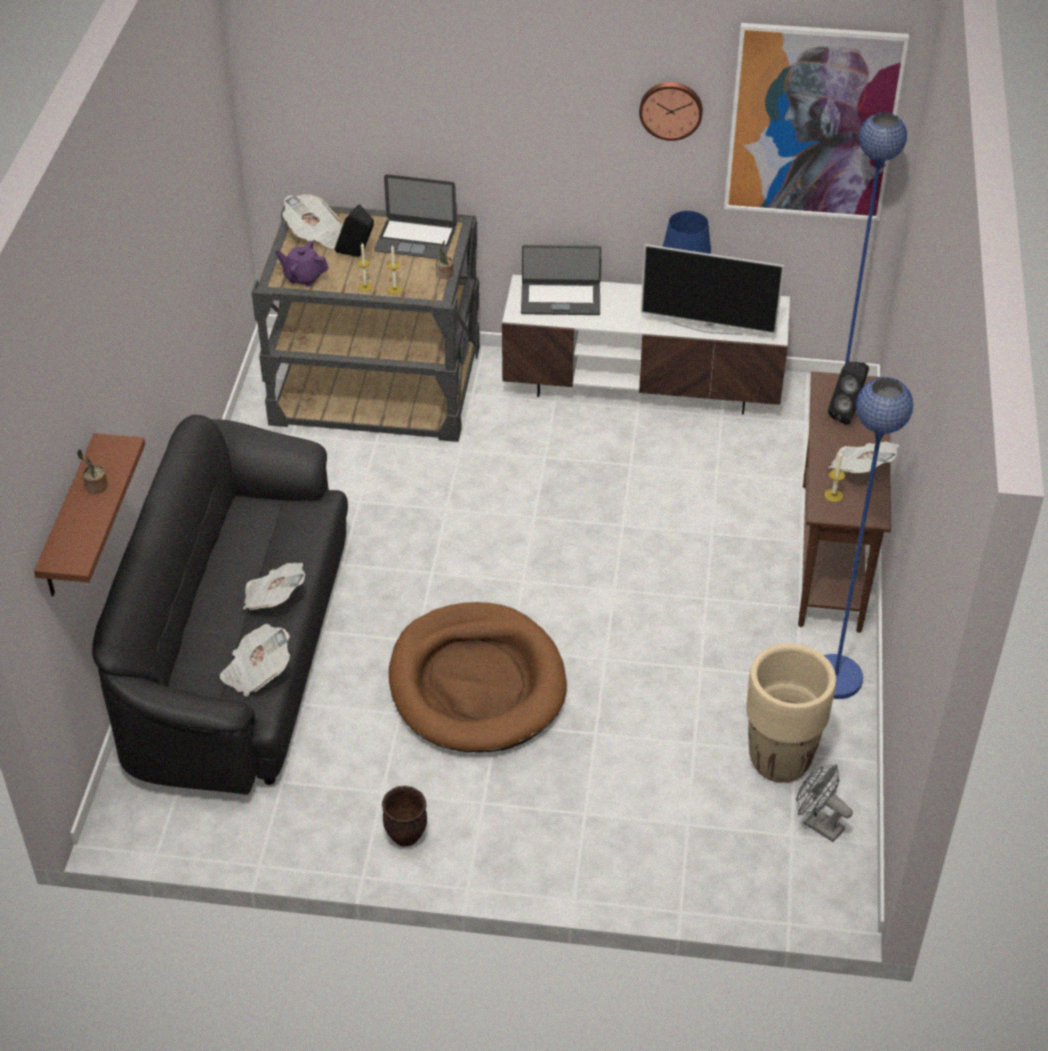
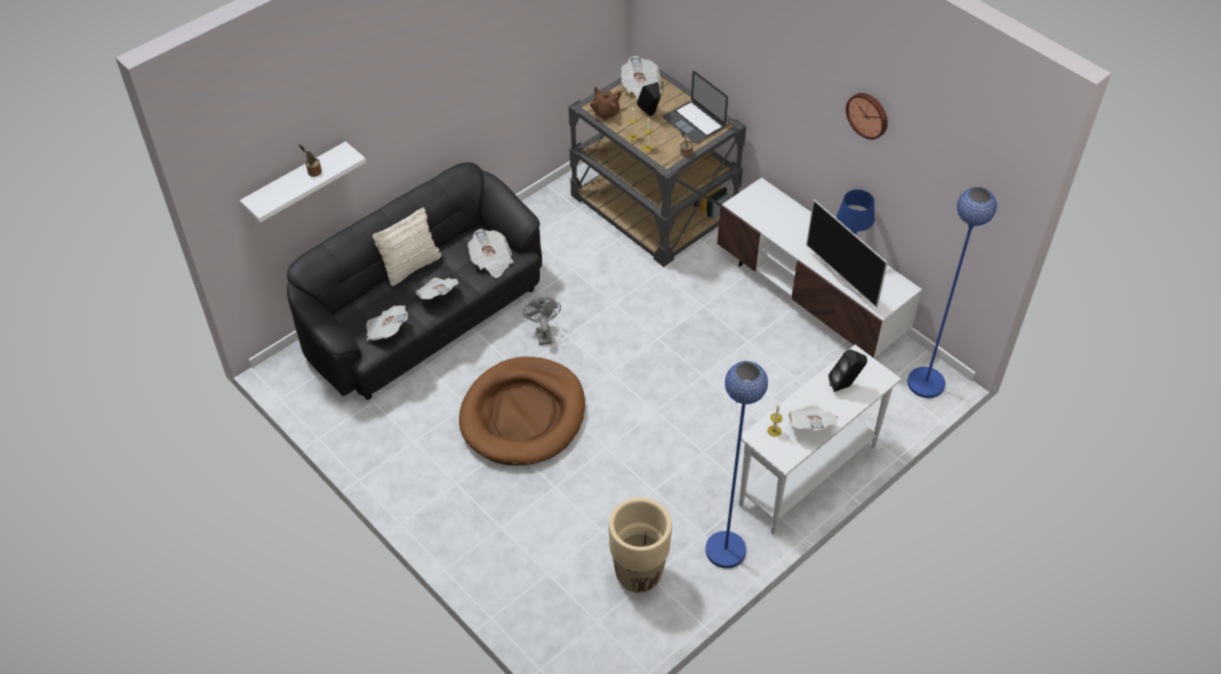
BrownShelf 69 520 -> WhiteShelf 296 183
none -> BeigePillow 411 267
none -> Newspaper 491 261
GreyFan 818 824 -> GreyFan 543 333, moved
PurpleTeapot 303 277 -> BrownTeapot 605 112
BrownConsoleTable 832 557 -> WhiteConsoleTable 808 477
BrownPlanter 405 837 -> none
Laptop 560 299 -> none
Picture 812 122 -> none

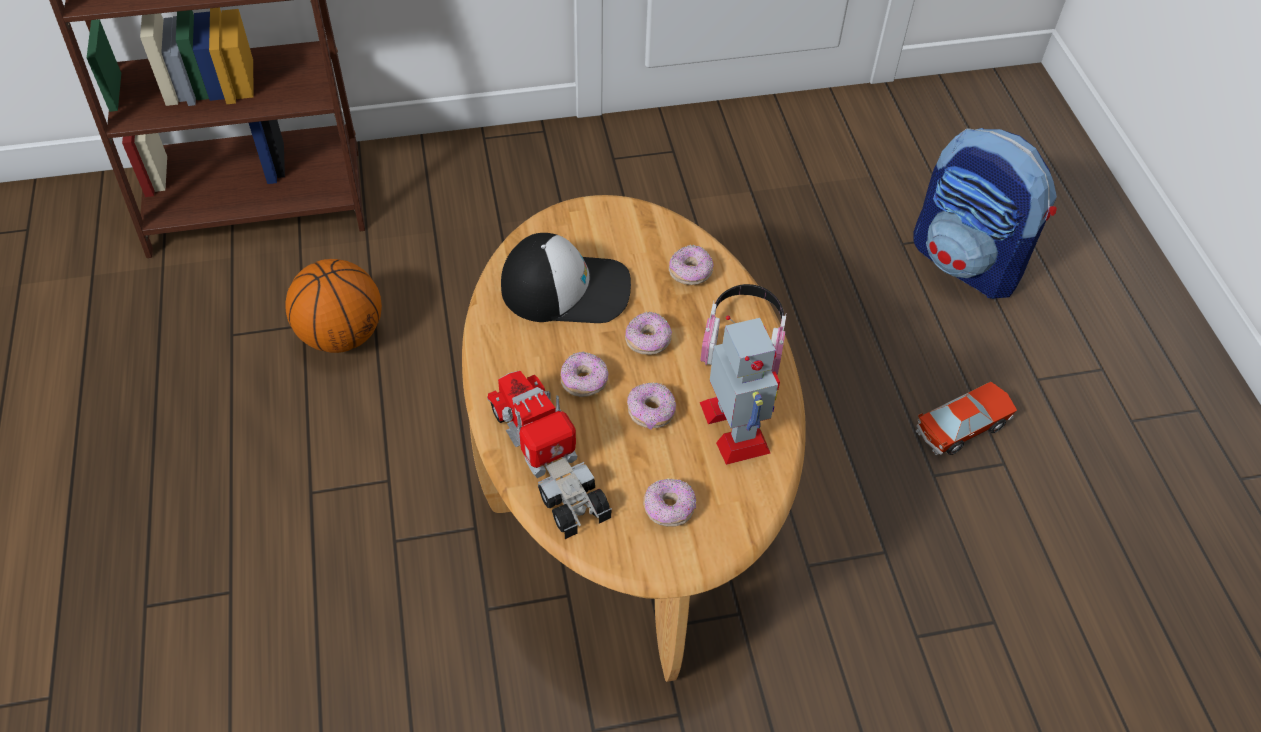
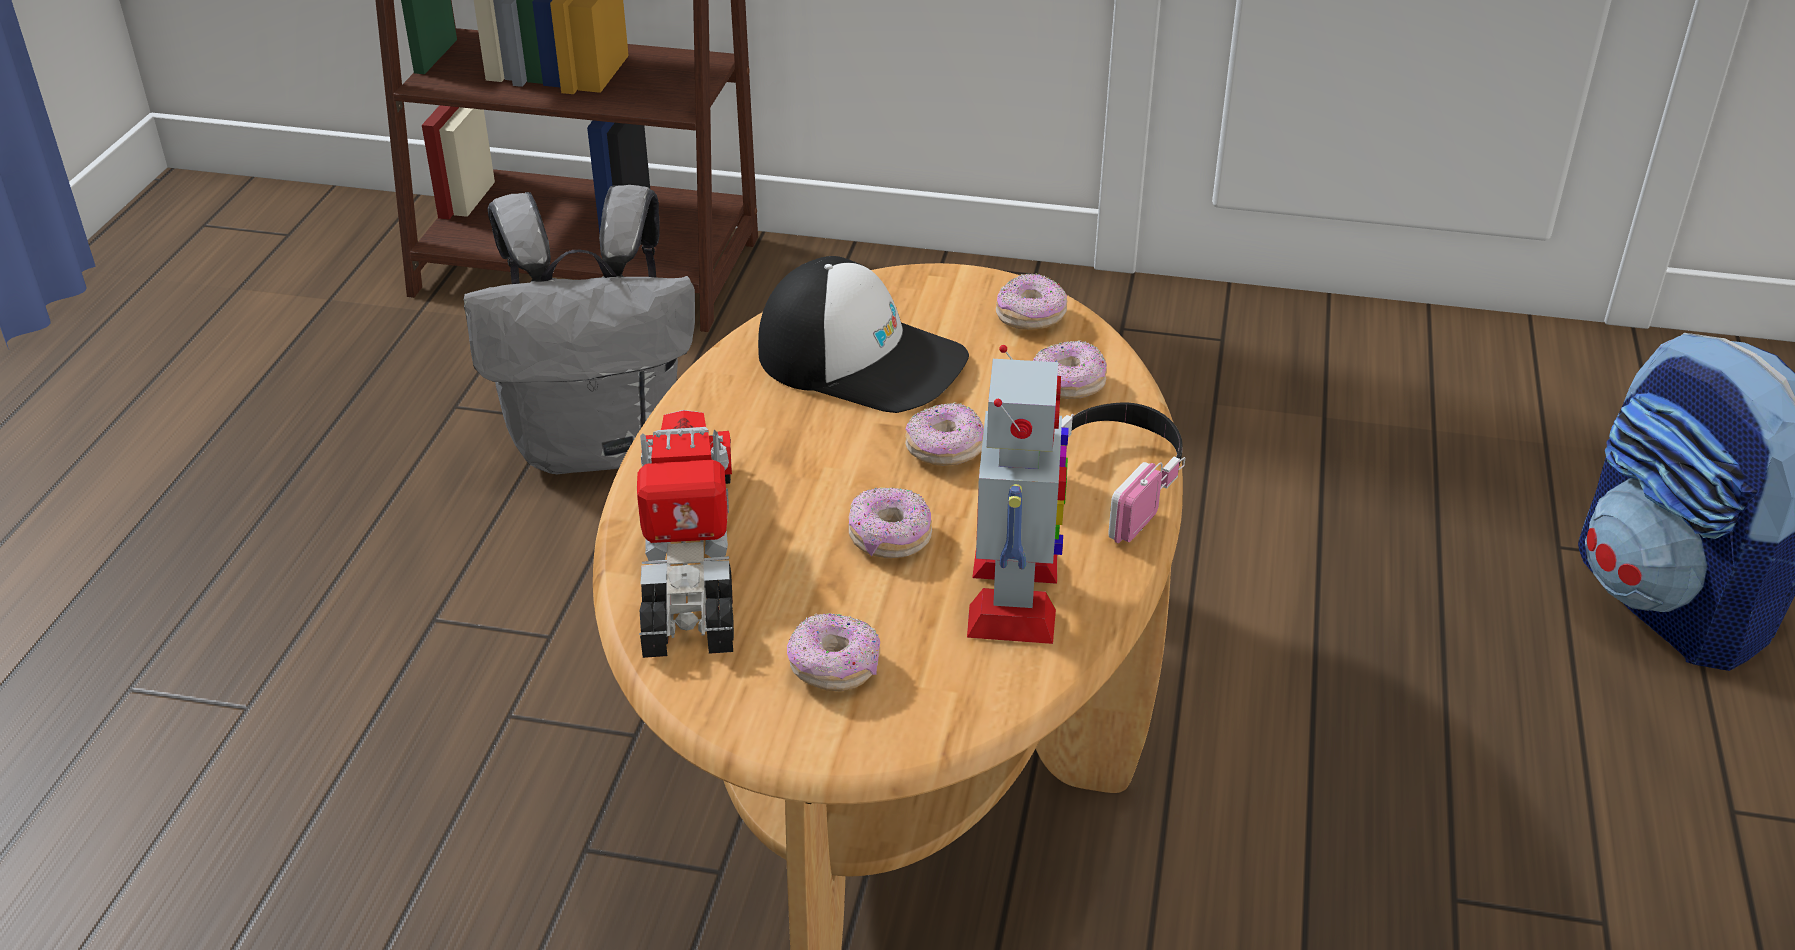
Basketball 342 335 -> GreyBackpack 599 443
Donut 584 381 -> Donut 1031 318, moved
ToyCar 962 426 -> none

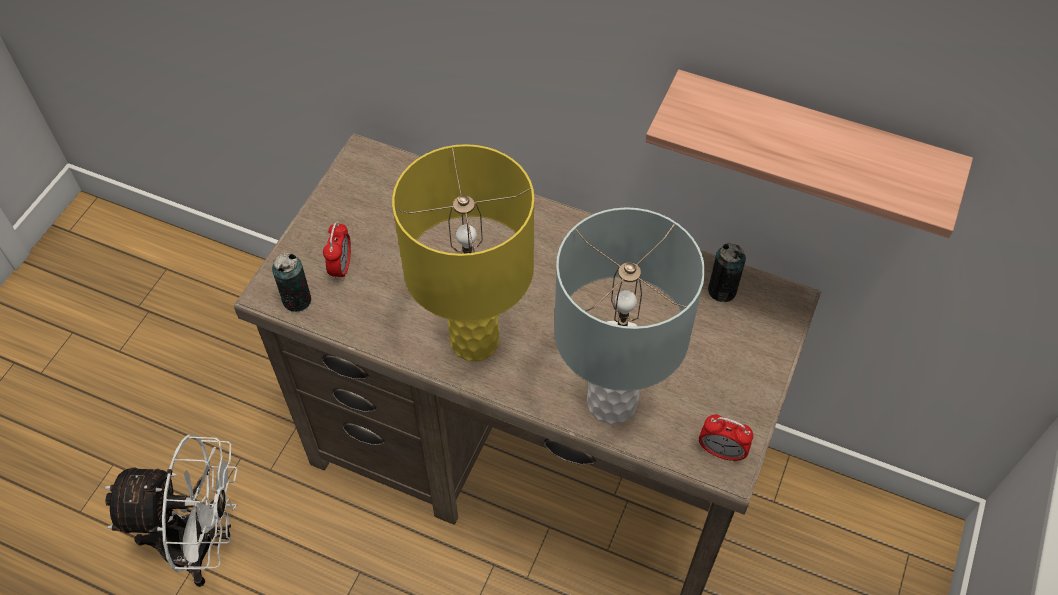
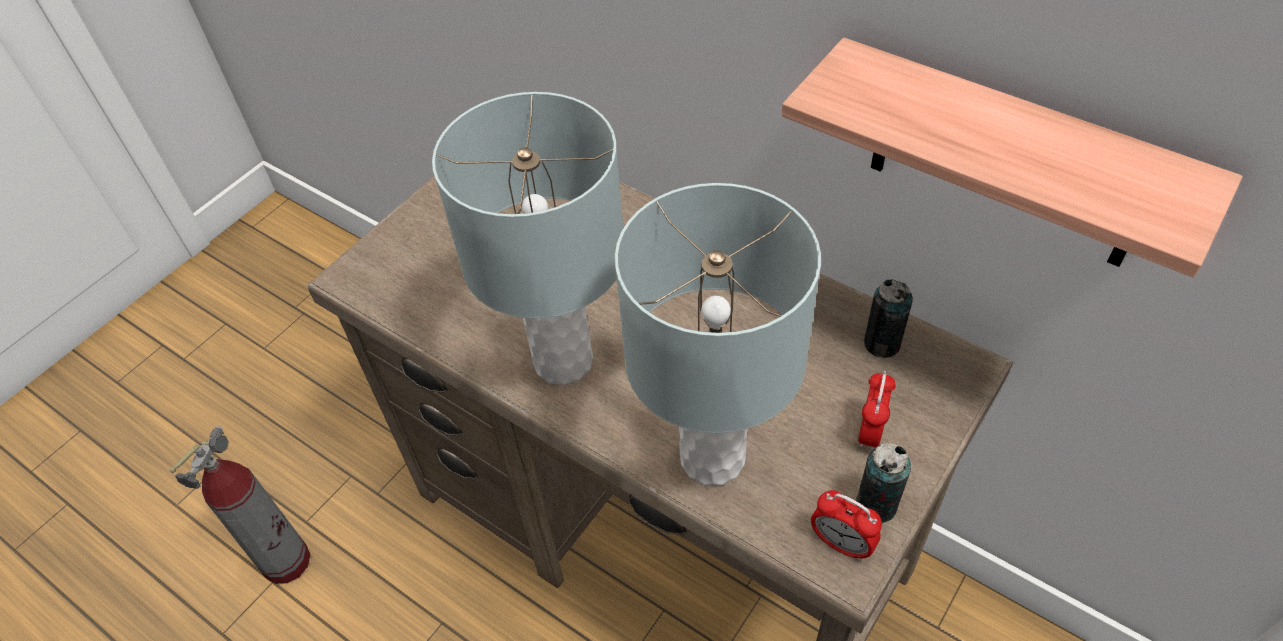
WhiteFan 202 544 -> FireExtinguisher 286 561
YellowTableLamp 474 340 -> GreyTableLamp 563 360
Can 297 300 -> Can 876 505, moved
AlarmClock 341 267 -> AlarmClock 870 432, moved

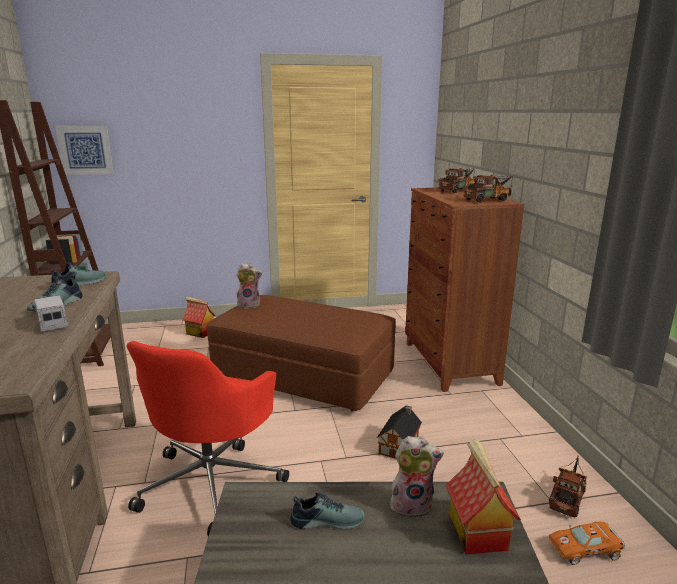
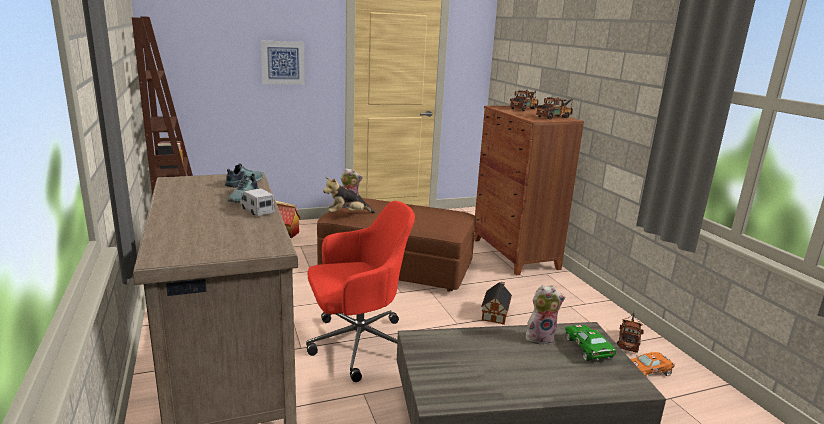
Picture 85 150 -> Picture 283 62, moved
RedOfficeChair 212 482 -> RedOfficeChair 358 345, 120 degrees counterclockwise
none -> PlushToy 347 214
ToyHouse 476 531 -> GreenToyCar 588 349
Shoe 327 519 -> none

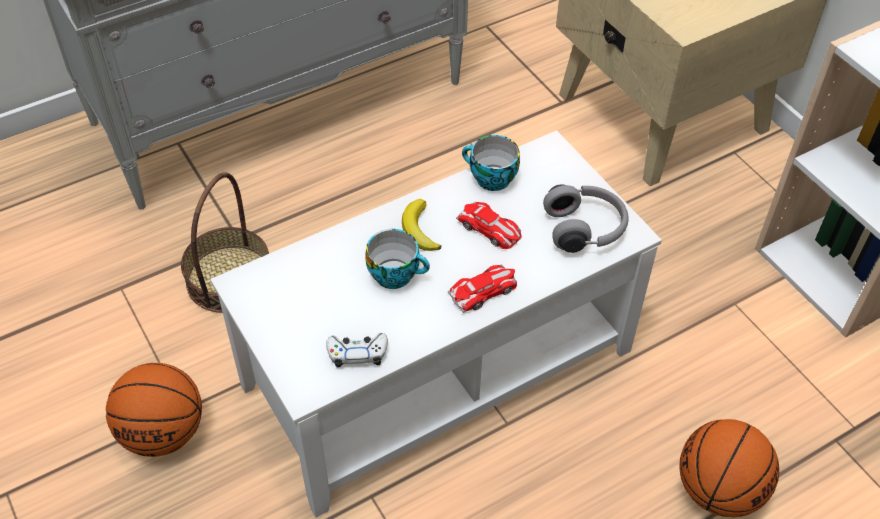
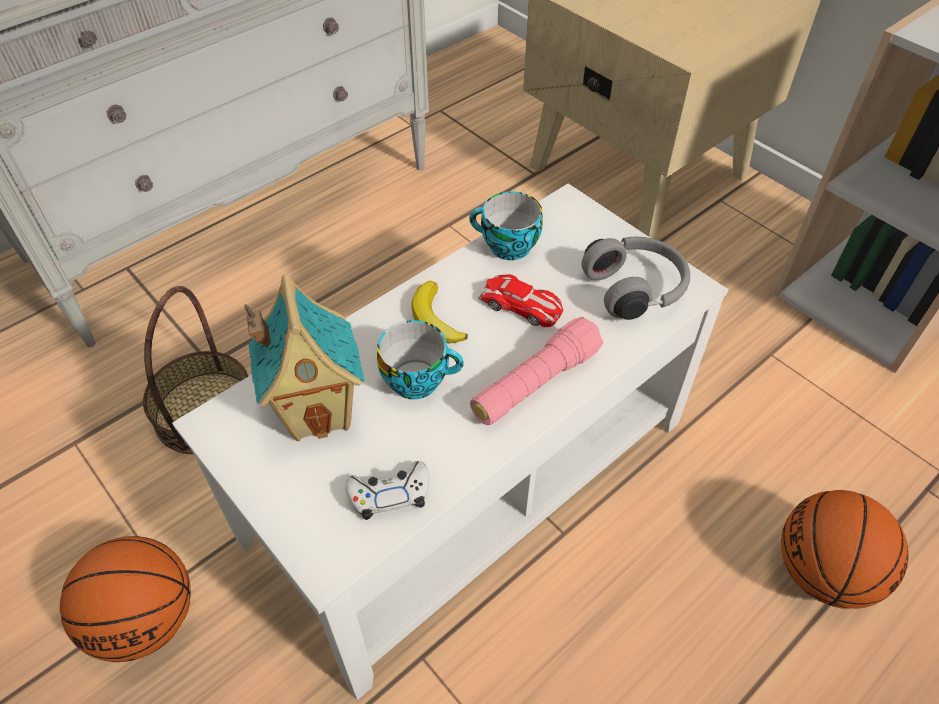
none -> ToyHouse 319 411
ToyCar 484 291 -> PinkFlashlight 535 383

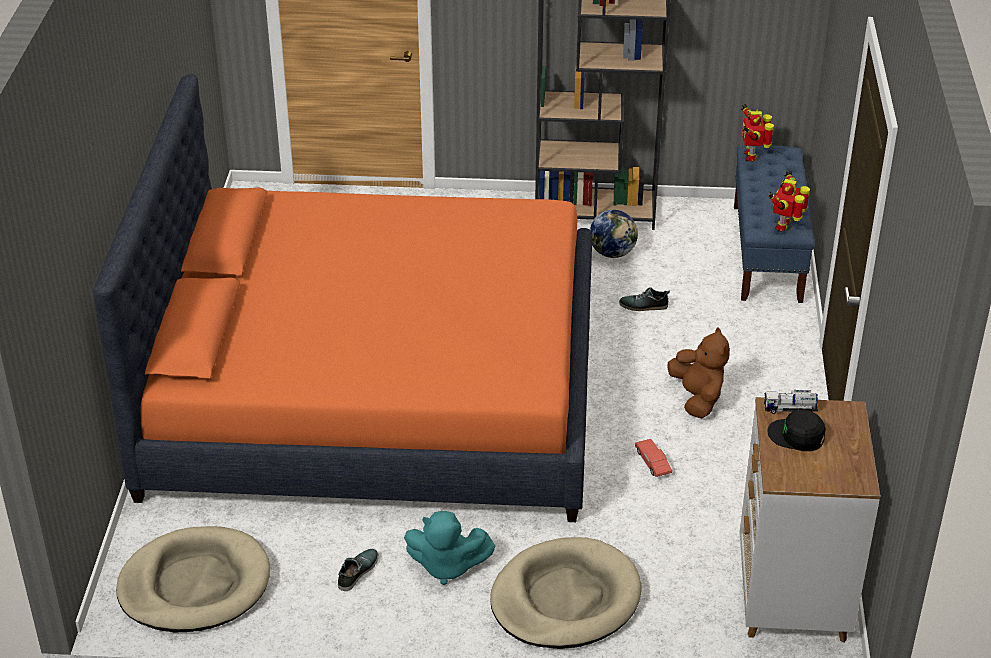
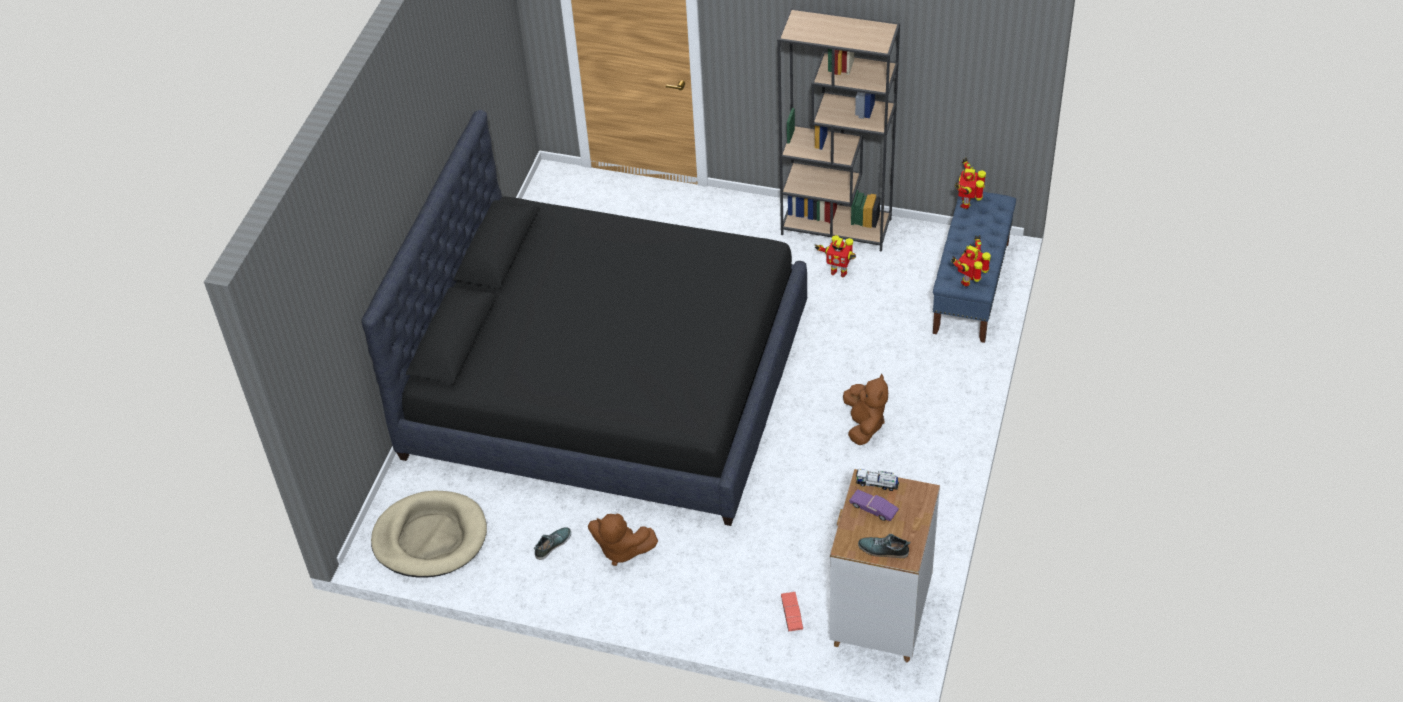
OrangeBed 374 389 -> BlackBed 606 381
TurquoisePlushToy 447 566 -> BrownPlushToy 621 549
RedToyCar 653 463 -> RedToyCar 792 615, moved
Globe 612 253 -> ToyRobot 838 271
BlackCap 797 436 -> PurpleToyCar 873 509
Shoe 643 306 -> Shoe 883 550, moved
BeigeDogBed 565 599 -> none

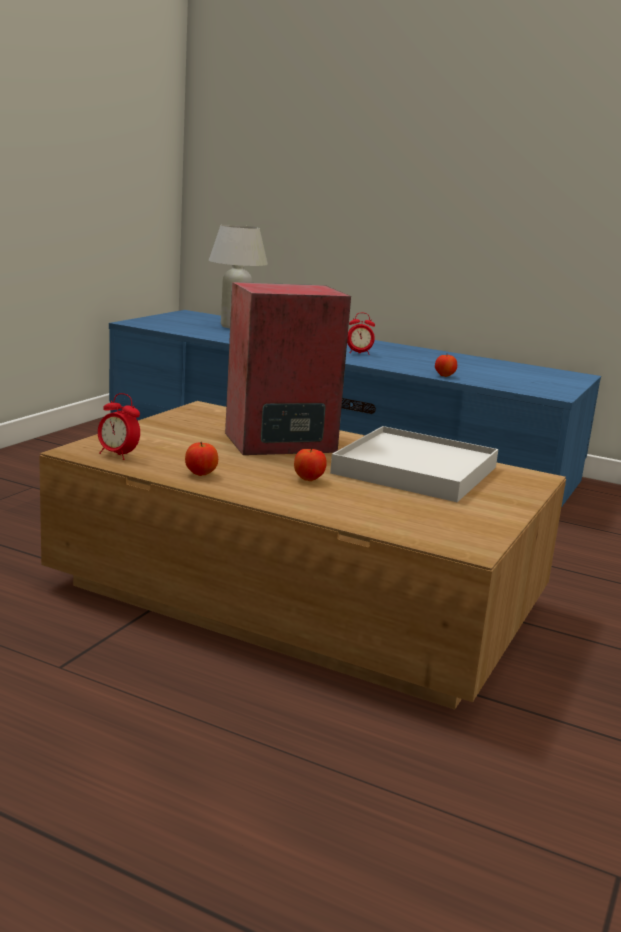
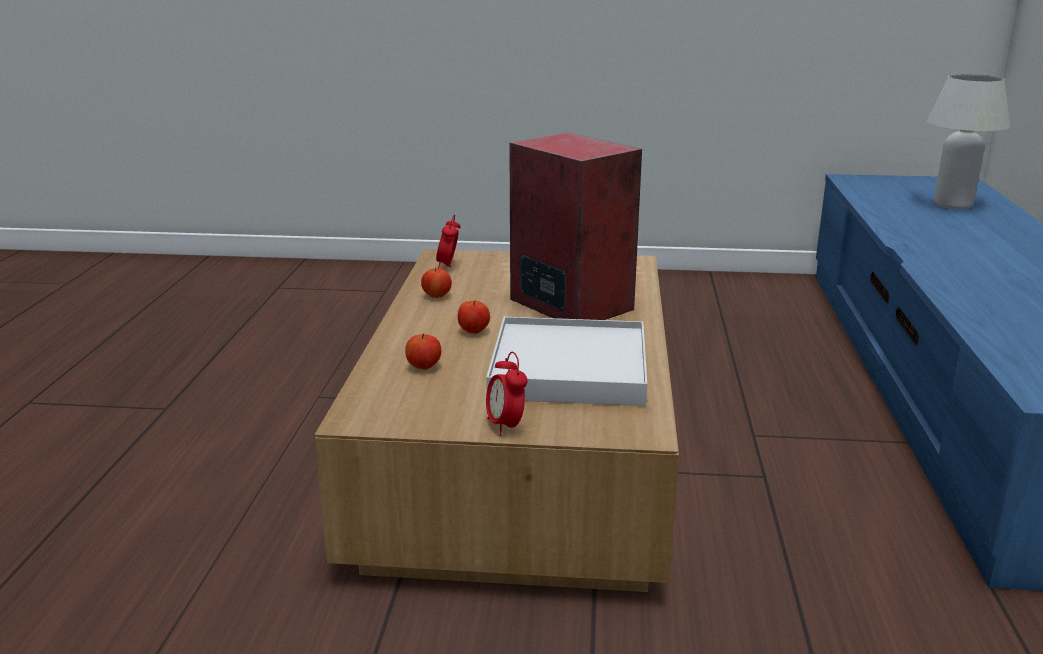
Apple 444 376 -> Apple 423 367, moved
AlarmClock 359 353 -> AlarmClock 505 426, moved

